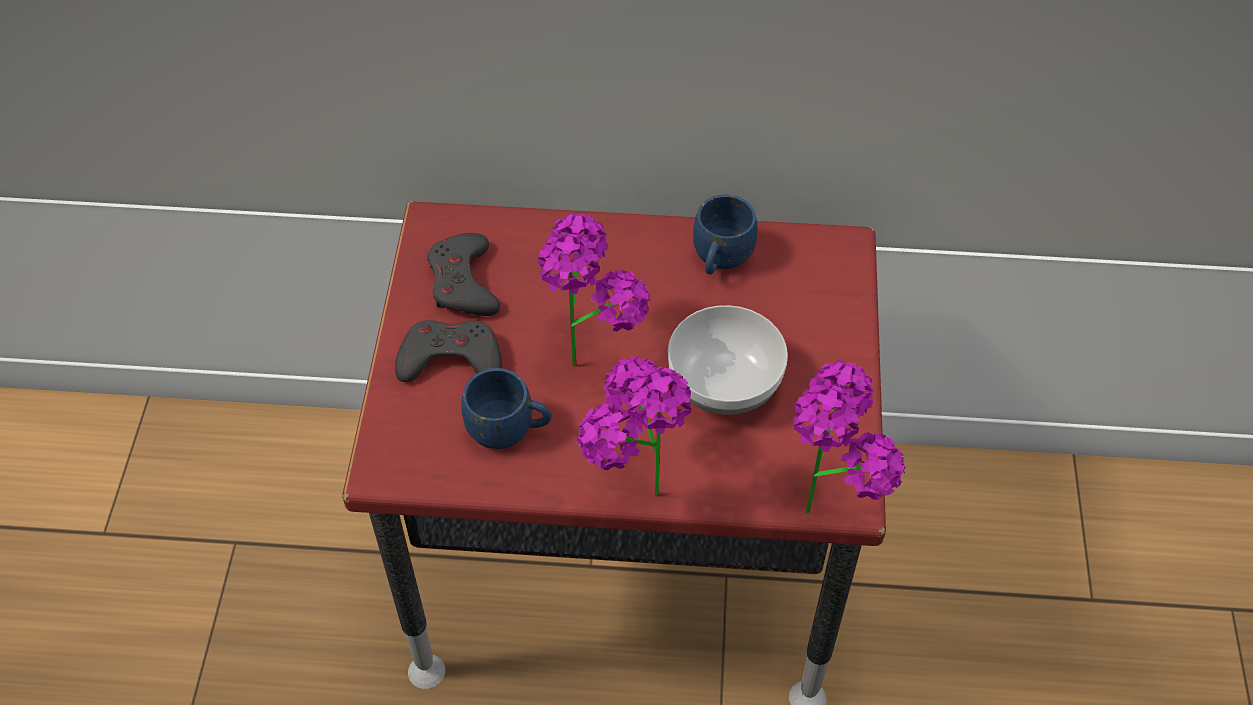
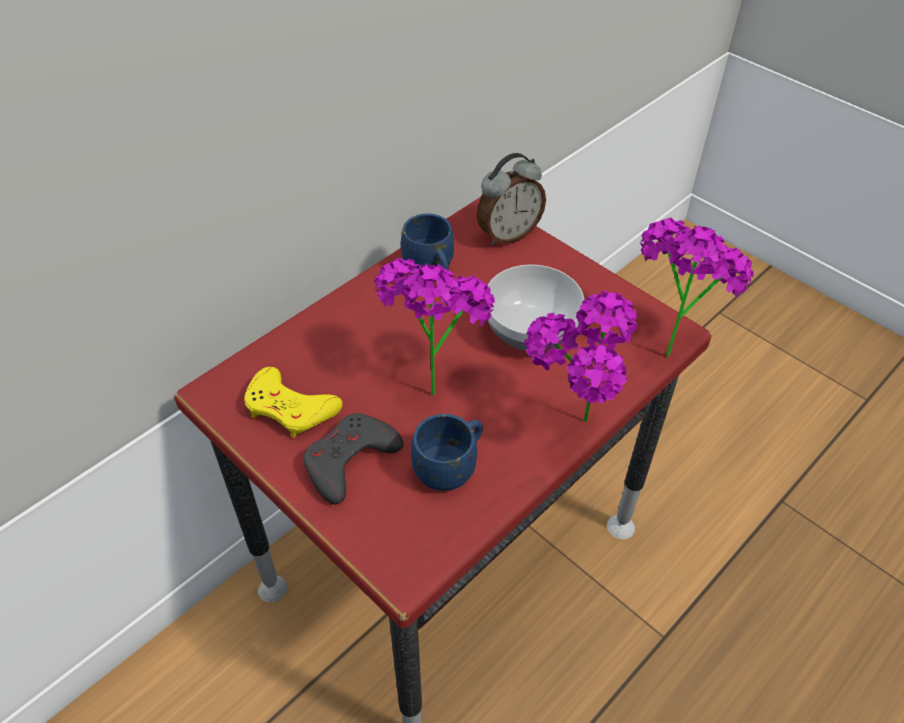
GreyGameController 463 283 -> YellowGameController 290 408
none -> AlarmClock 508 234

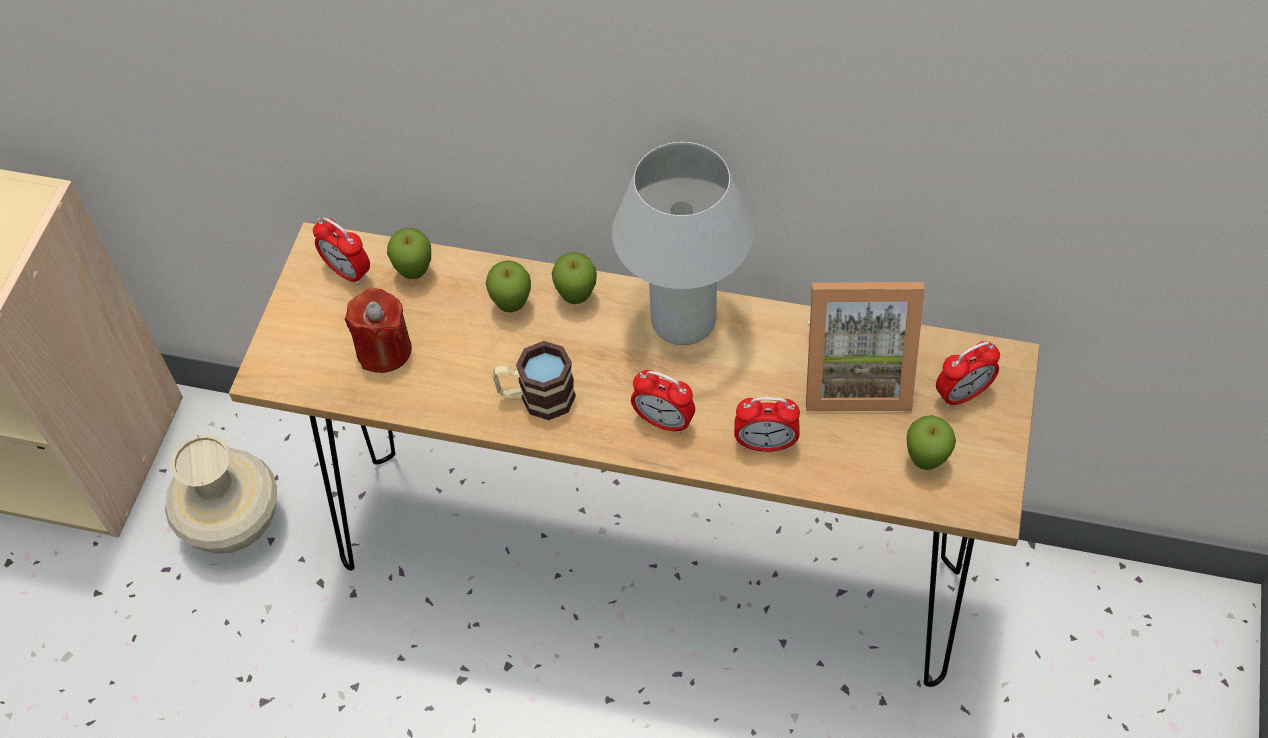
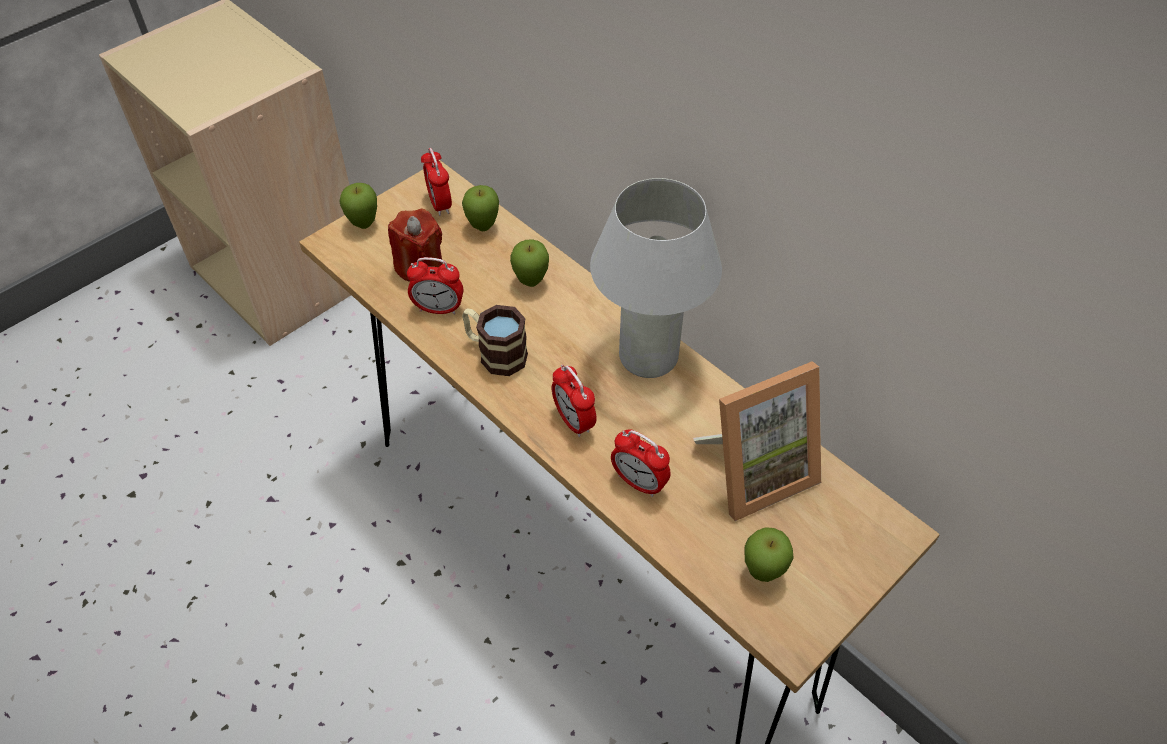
Apple 576 298 -> Apple 364 224, moved
AlarmClock 962 394 -> AlarmClock 438 309, moved
PictureFrame 855 375 -> PictureFrame 754 471, 60 degrees counterclockwise
BeigeVase 236 524 -> none

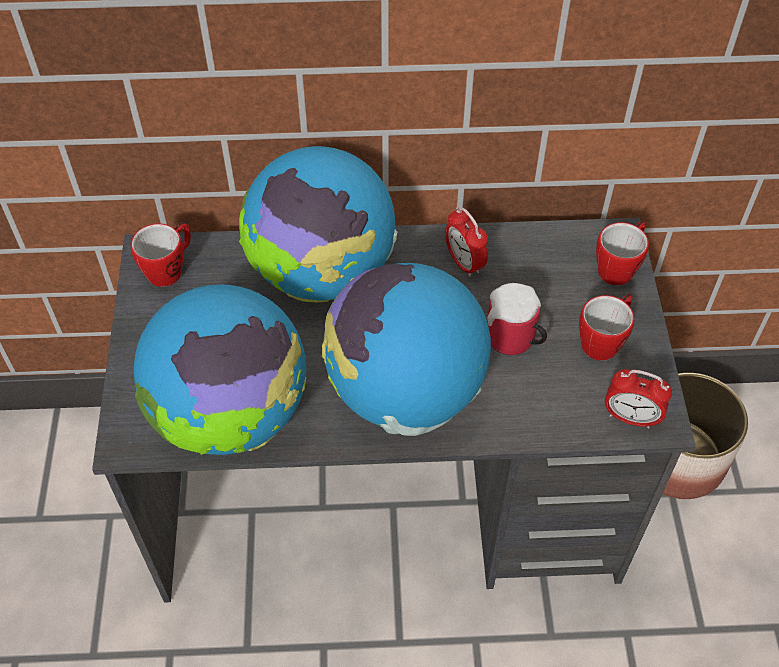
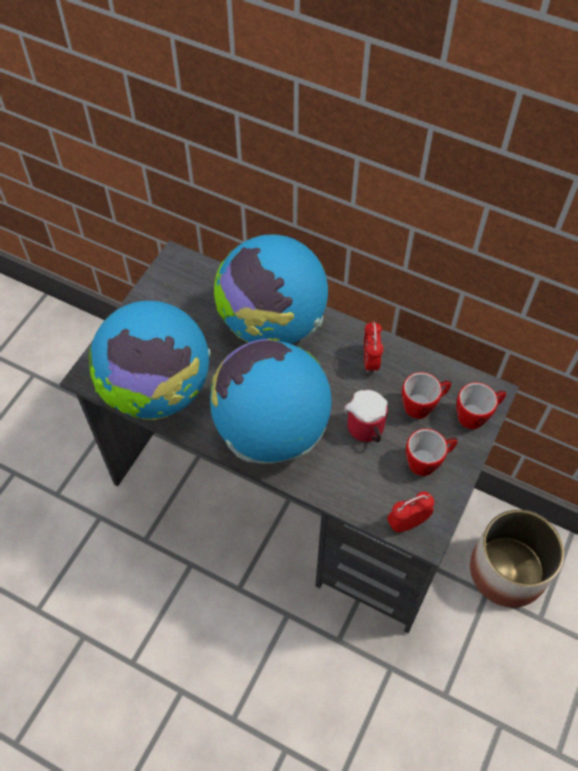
AlarmClock 630 417 -> AlarmClock 407 523, 105 degrees clockwise
Mug 170 268 -> Mug 423 405, moved

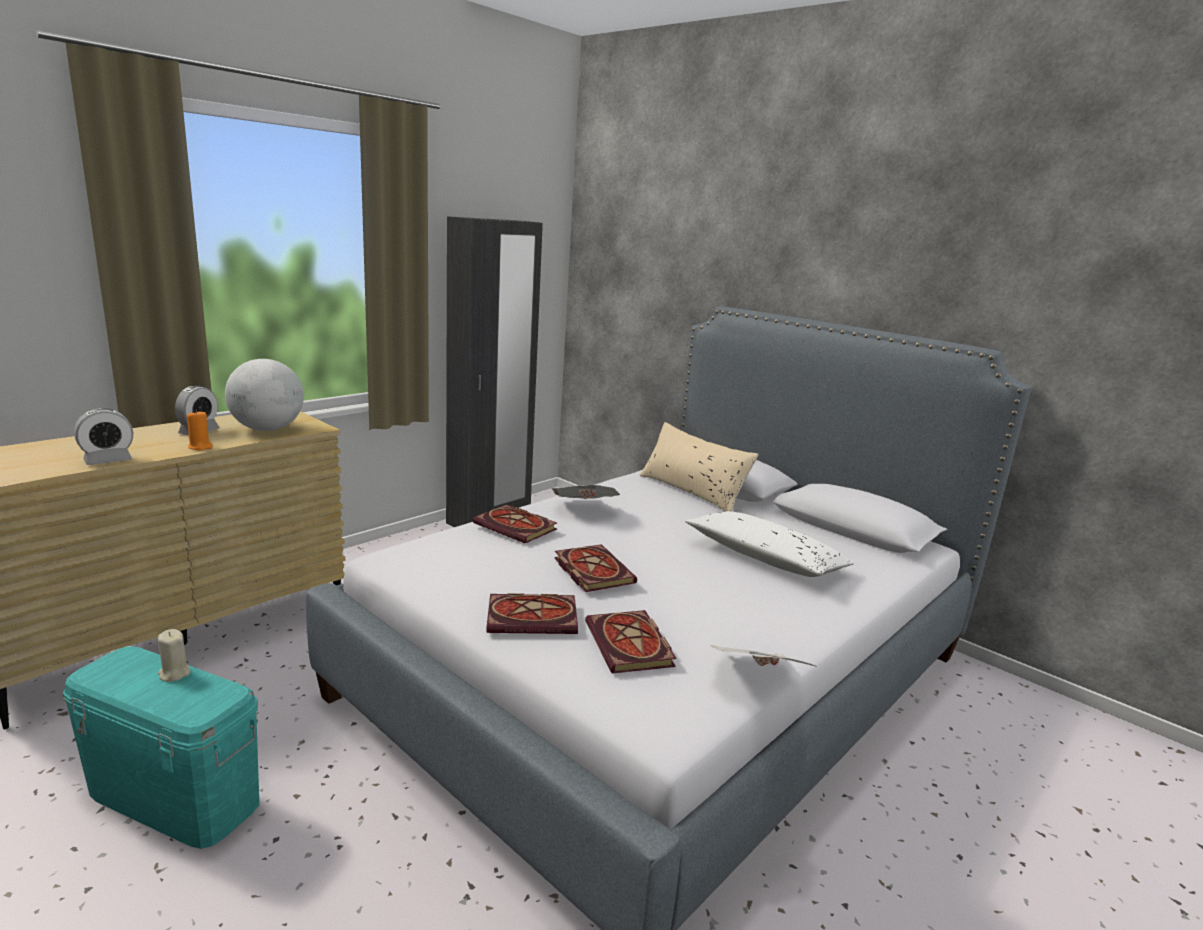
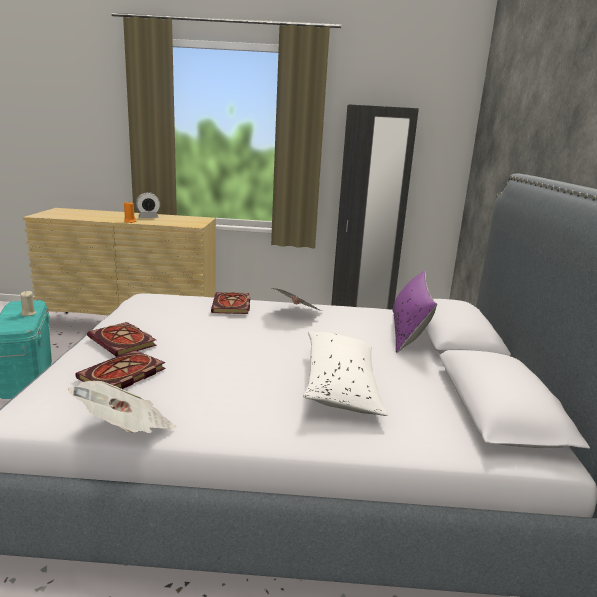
BeigePillow 692 491 -> PurplePillow 408 331
AlarmClock 108 460 -> none
Globe 267 429 -> none
Book 591 570 -> none

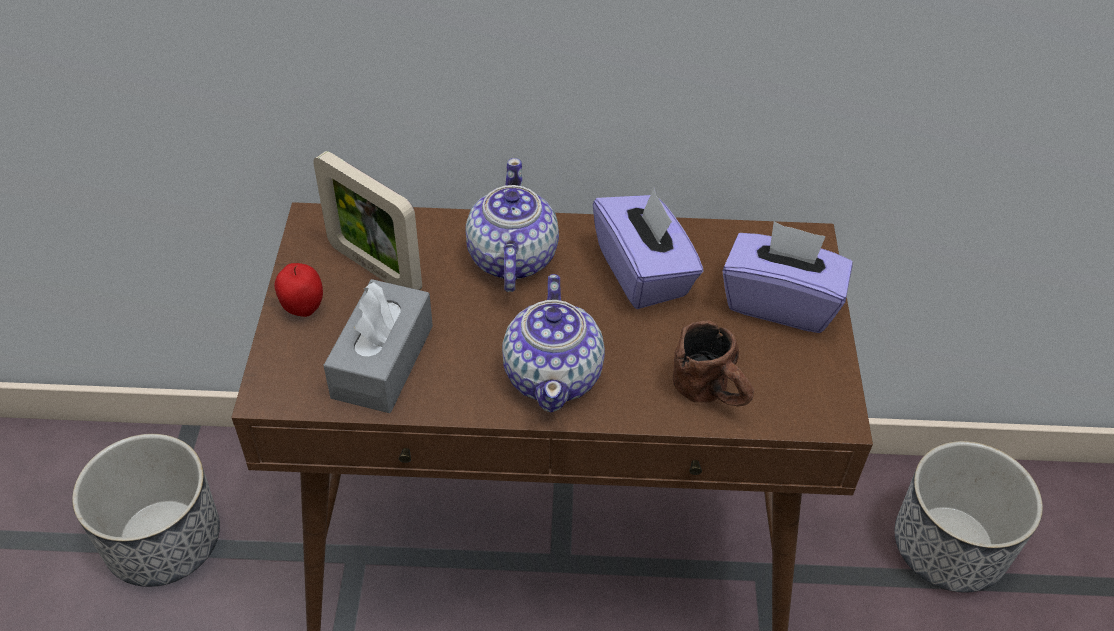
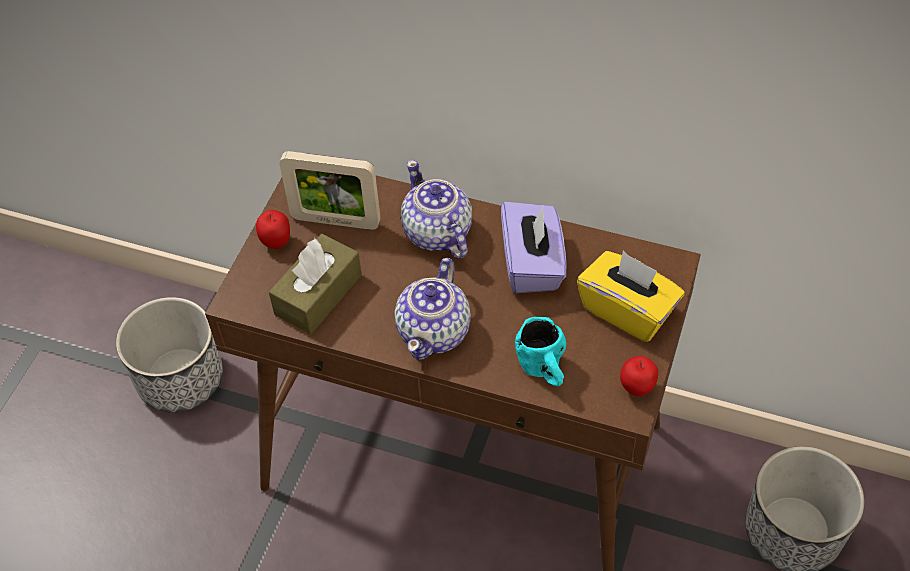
GreyTissueBox 383 361 -> BrownTissueBox 318 294
PictureFrame 374 268 -> PictureFrame 336 221, 45 degrees counterclockwise
Teapot 511 259 -> Teapot 437 233, 45 degrees counterclockwise
BrownMug 712 394 -> TurquoiseMug 544 371
PurpleTissueBox 780 302 -> YellowTissueBox 627 310
none -> Apple 636 389

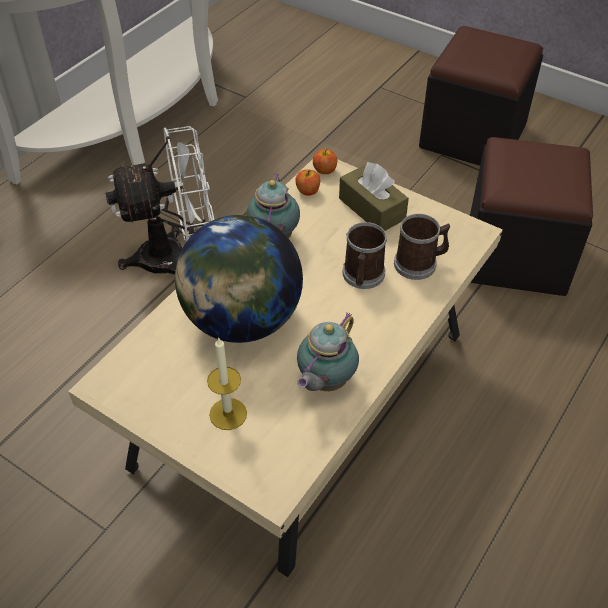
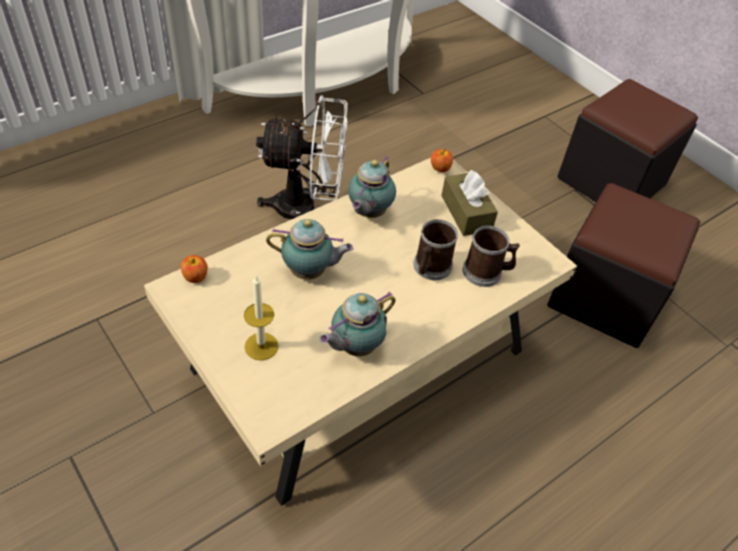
Apple 307 191 -> Apple 195 277, moved
Globe 242 320 -> Teapot 310 272

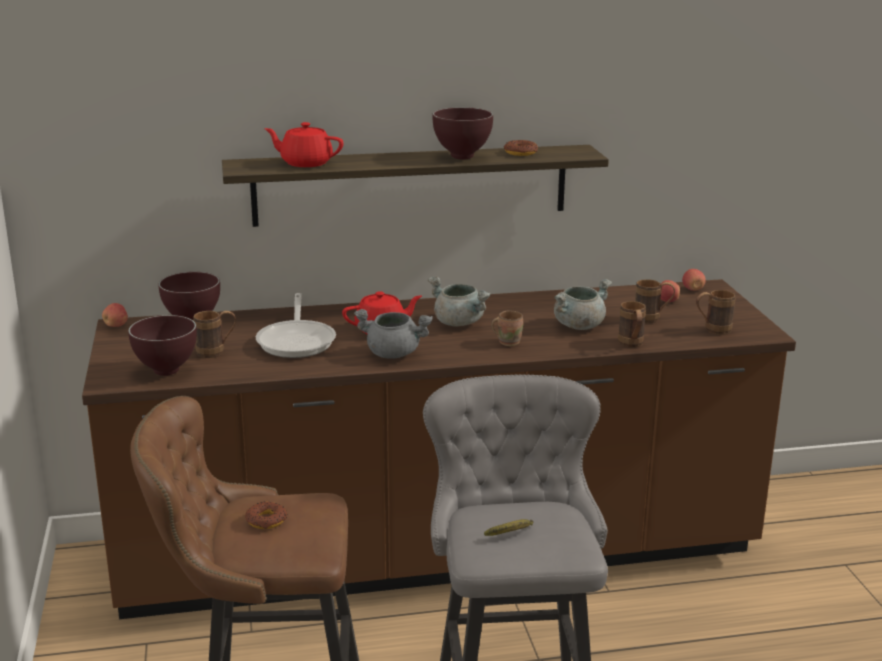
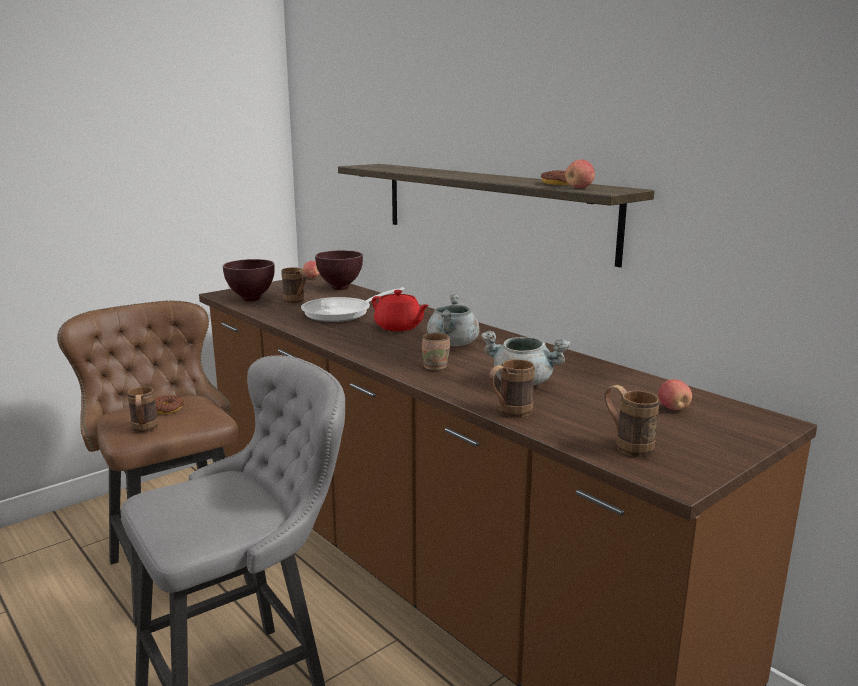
BrownMug 652 319 -> BrownMug 144 430, moved
Apple 692 289 -> Apple 579 187, moved
RedTeapot 305 163 -> none
GreyCookingPot 394 354 -> none
BrownBowl 462 157 -> none
Banana 512 534 -> none

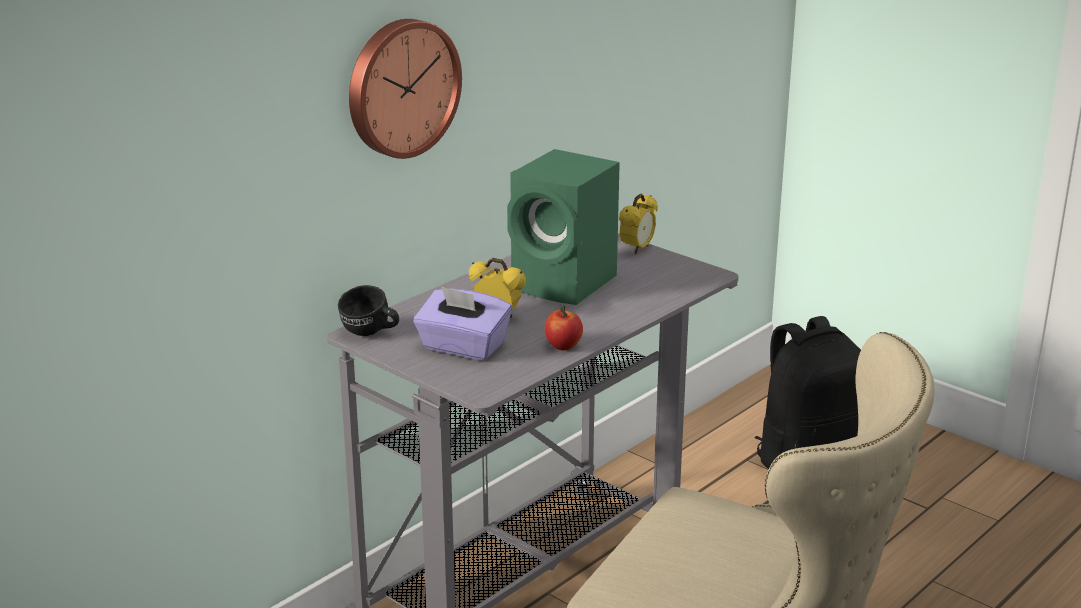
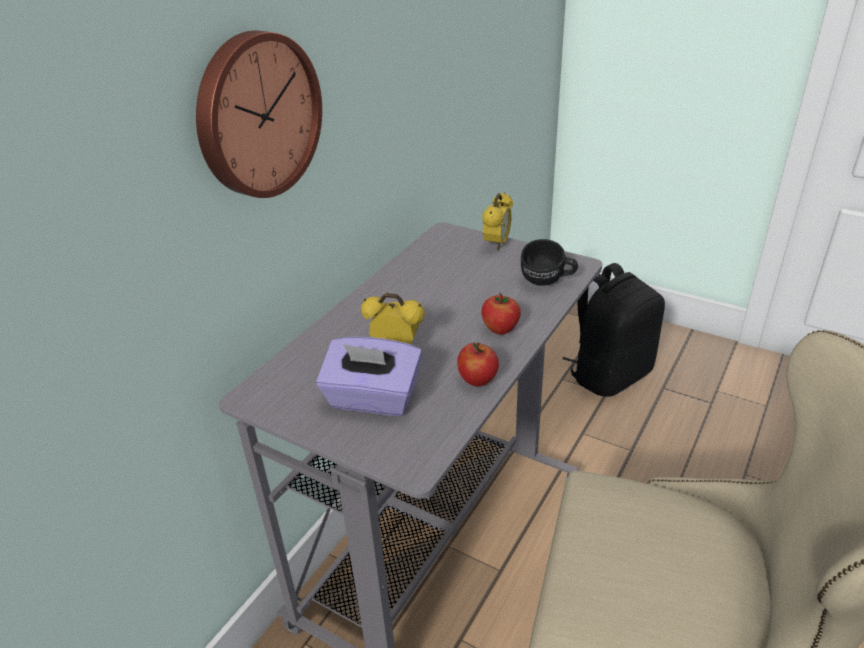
none -> Apple 500 329
BlackMug 370 334 -> BlackMug 547 282, moved
GreenSpeaker 567 284 -> none

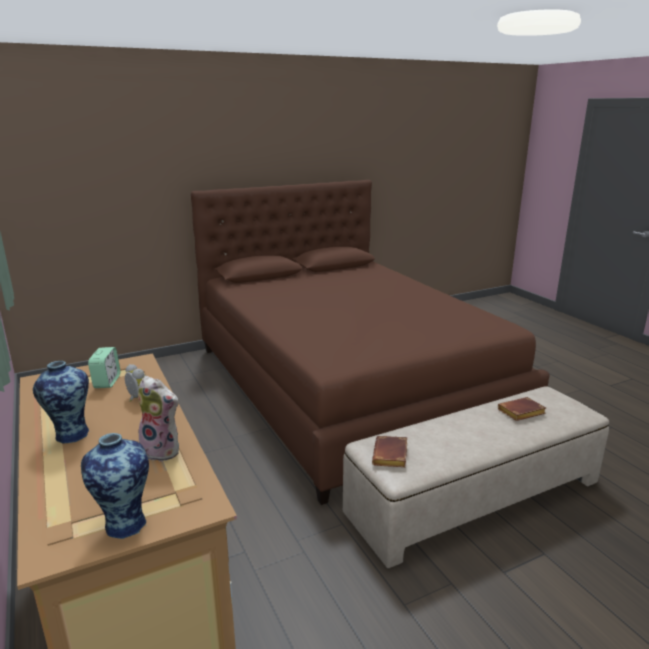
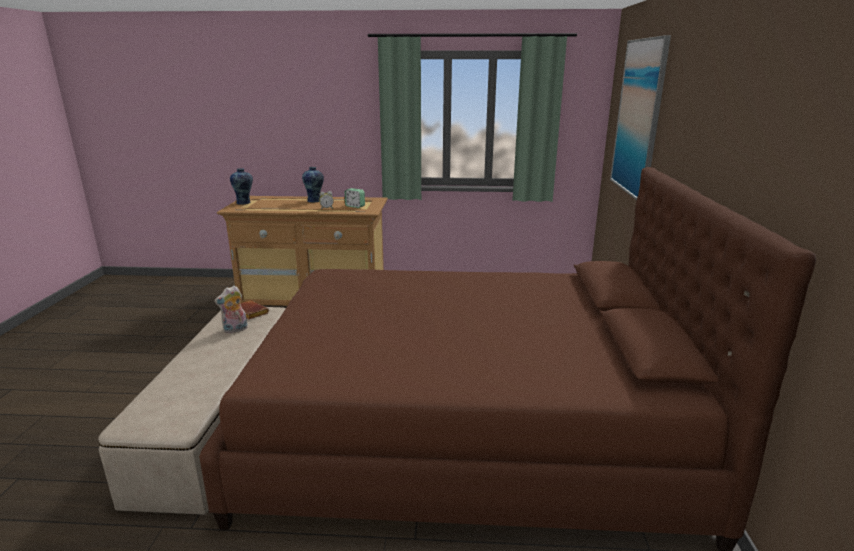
PlushToy 163 450 -> PlushToy 235 330, moved
none -> Picture 638 118
BrownBook 521 413 -> none

